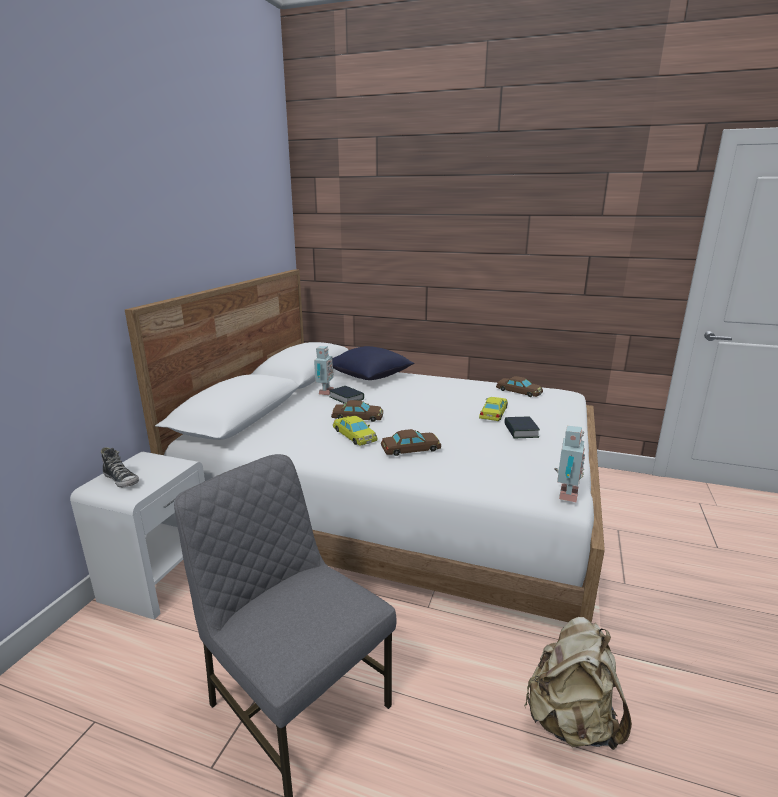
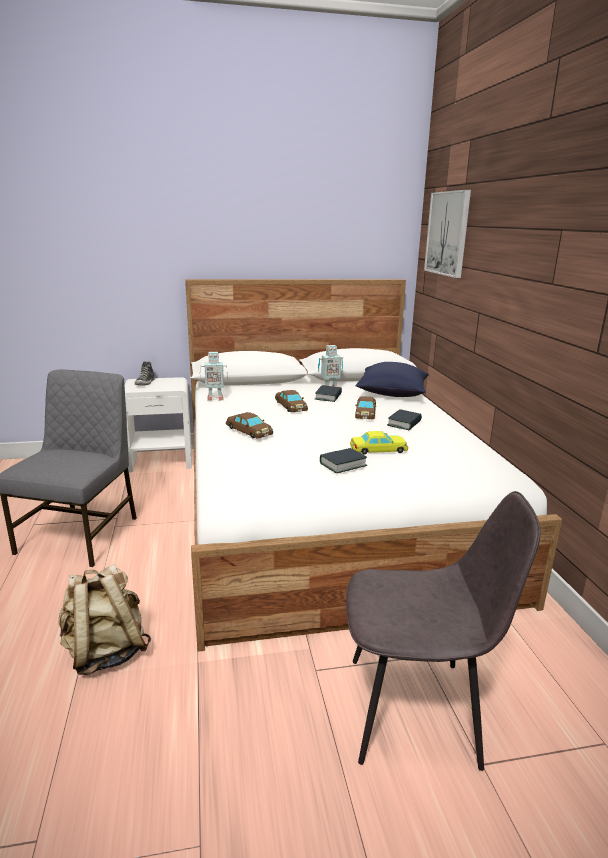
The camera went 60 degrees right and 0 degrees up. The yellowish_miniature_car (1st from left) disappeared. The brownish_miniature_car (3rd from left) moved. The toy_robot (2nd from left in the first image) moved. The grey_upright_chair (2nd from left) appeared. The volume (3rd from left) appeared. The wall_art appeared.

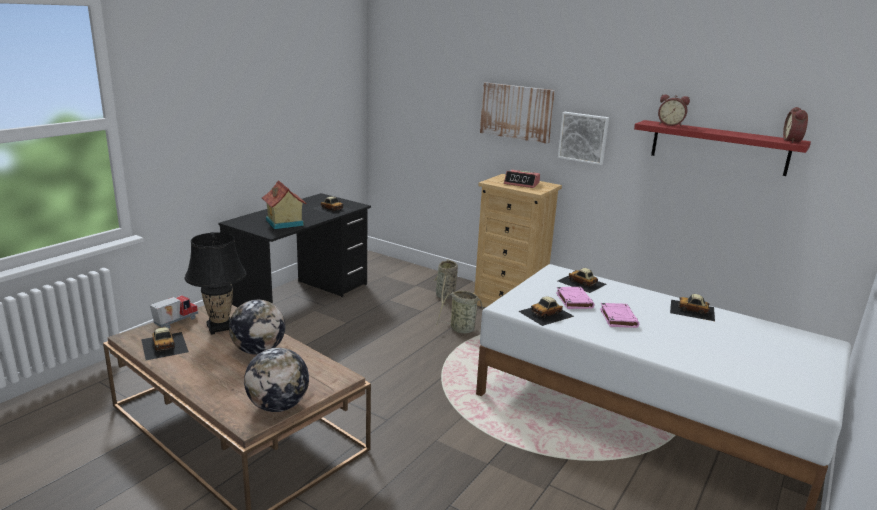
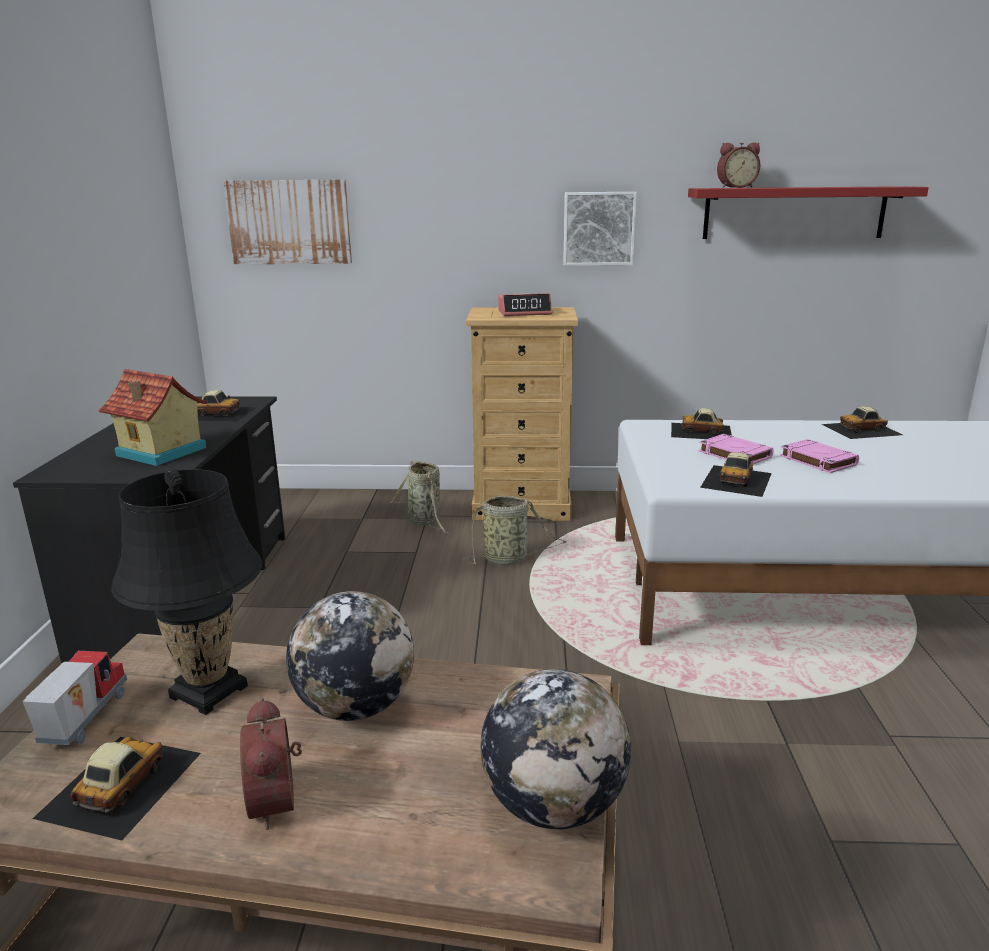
The camera went 30 degrees left and 0 degrees up. The miniature_car (1st from left) turned 105 degrees counterclockwise. The wall_art (1st from left) moved. The alarm_clock (3rd from left in the first image) moved.

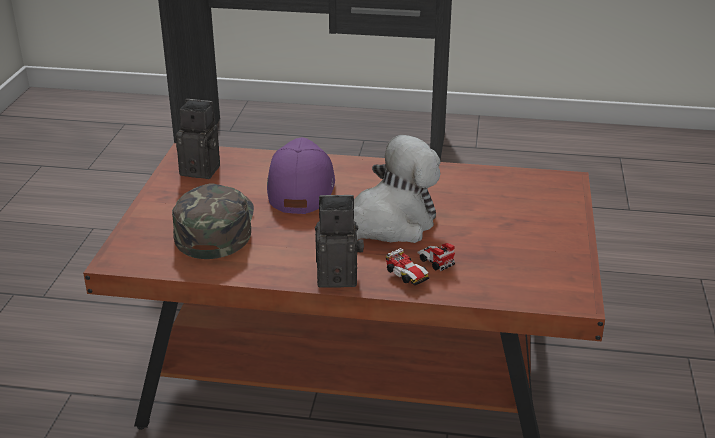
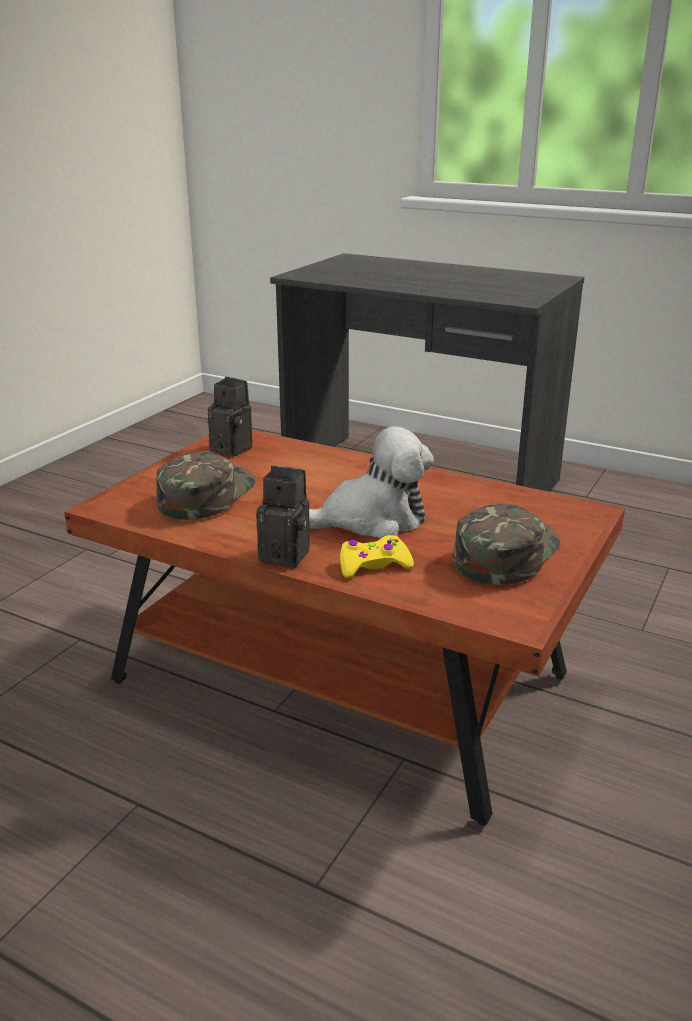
The camera went 20 degrees right and 5 degrees down. The purplish_baseball_cap disappeared. The miniature_car was replaced by the yellowish_game_controller. The green-coloured_baseball_cap (2nd from left) appeared.

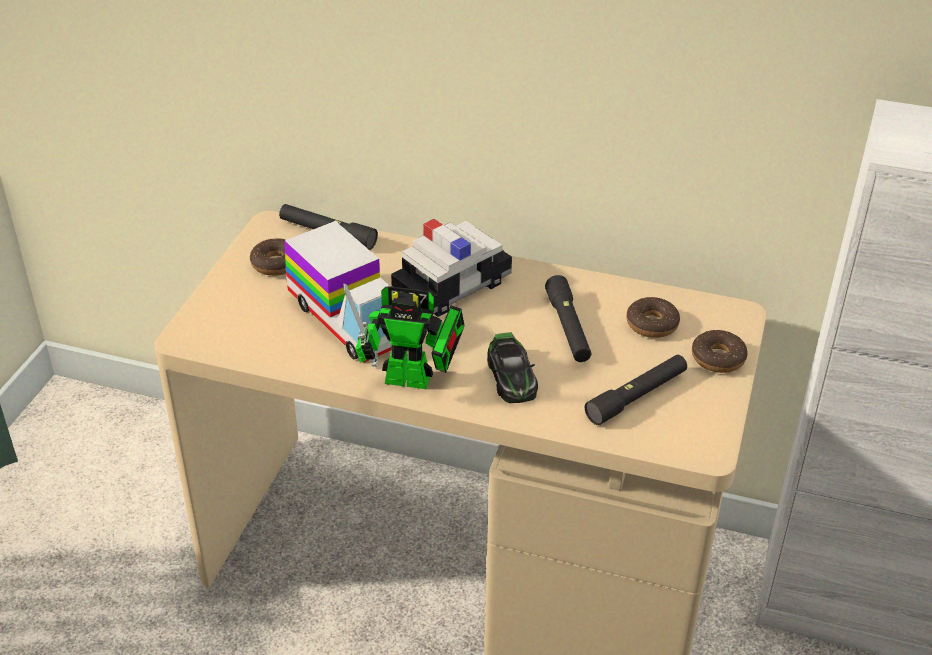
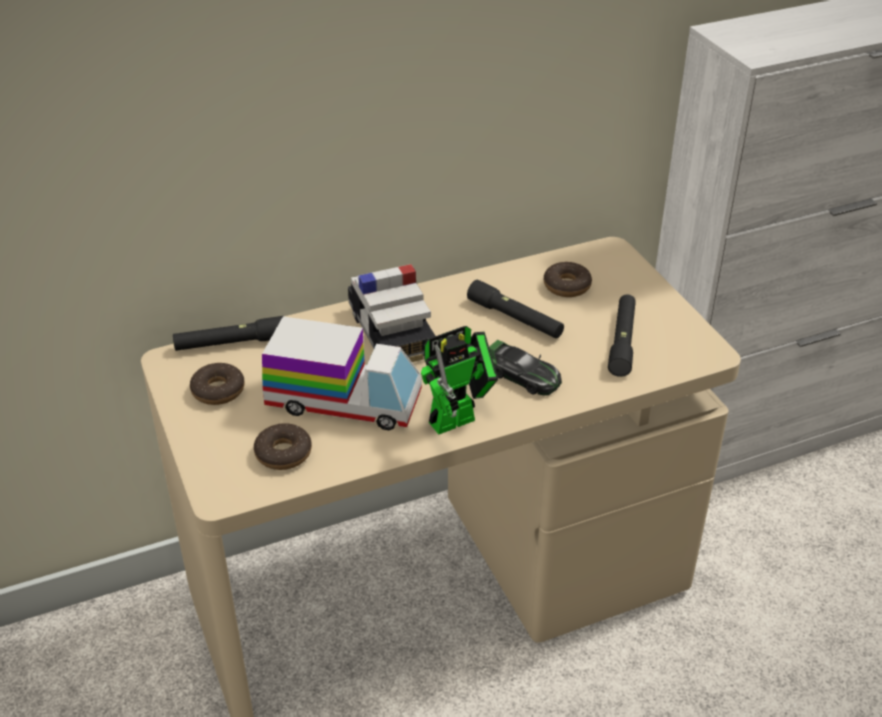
The camera went 40 degrees left and 0 degrees up. The miniature_car (1st from left) turned 150 degrees clockwise. The doughnut (3rd from left in the first image) moved.

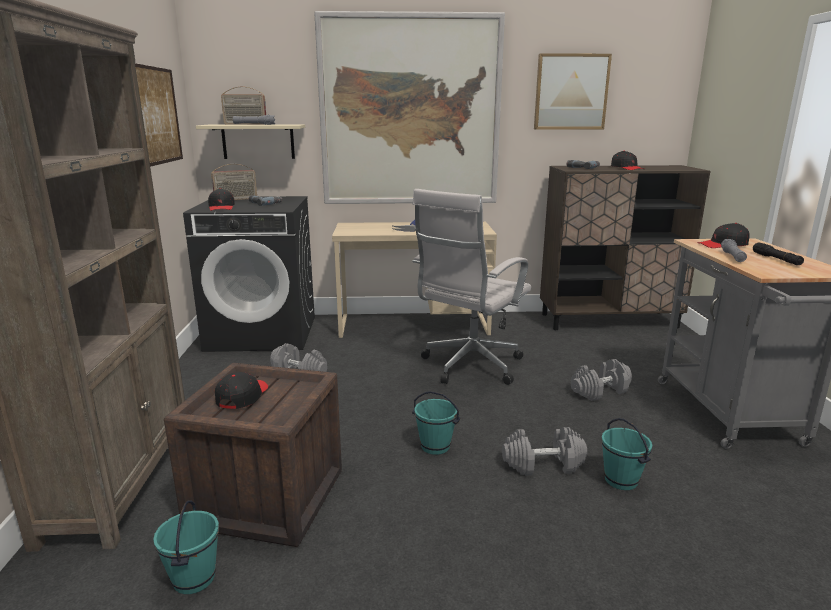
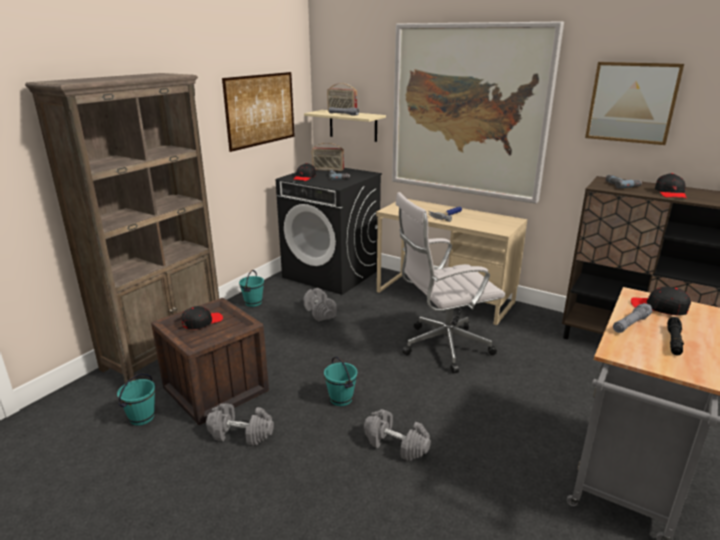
The camera went 35 degrees right and 5 degrees up. The grey_dumbbell (3rd from left in the first image) moved. The turquoise-coloured_bucket (3rd from left in the first image) moved.

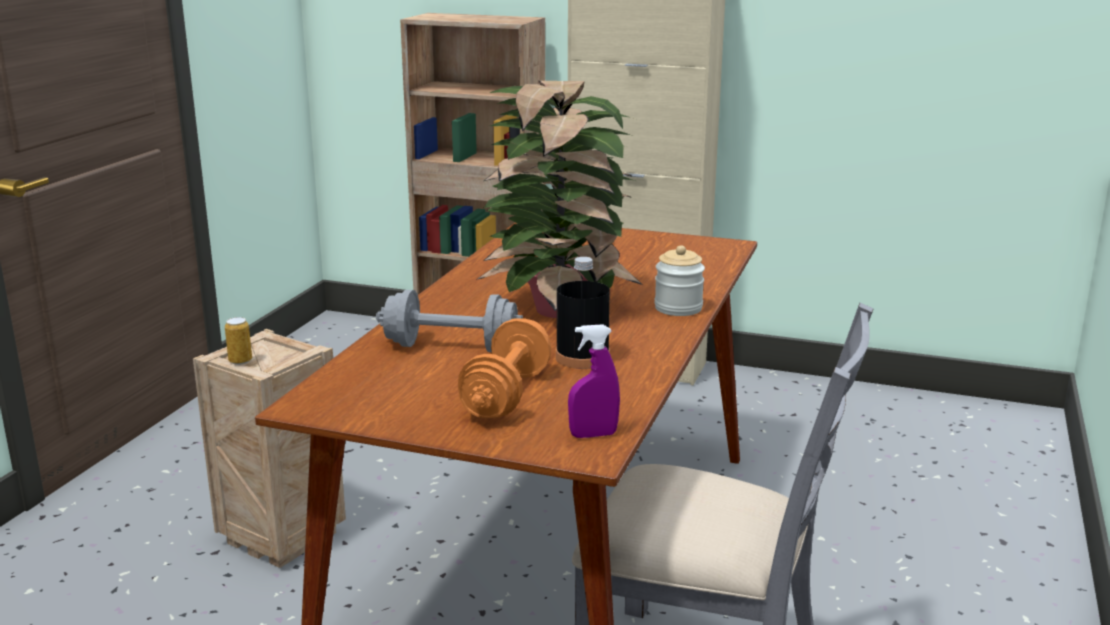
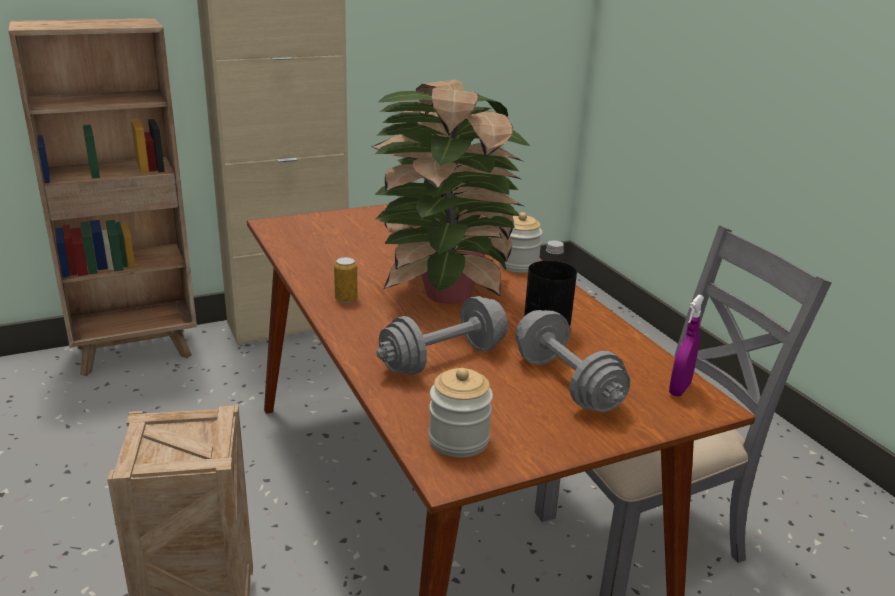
The camera went 45 degrees left and 5 degrees up. The can moved. The orange-coloured_dumbbell became the grey_dumbbell (2nd from left). The storage_jar (1st from left) appeared.

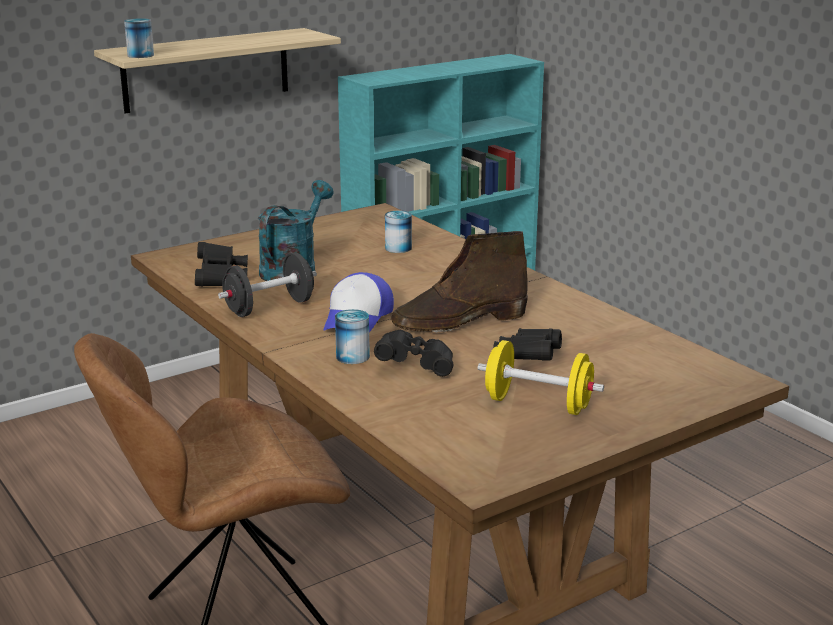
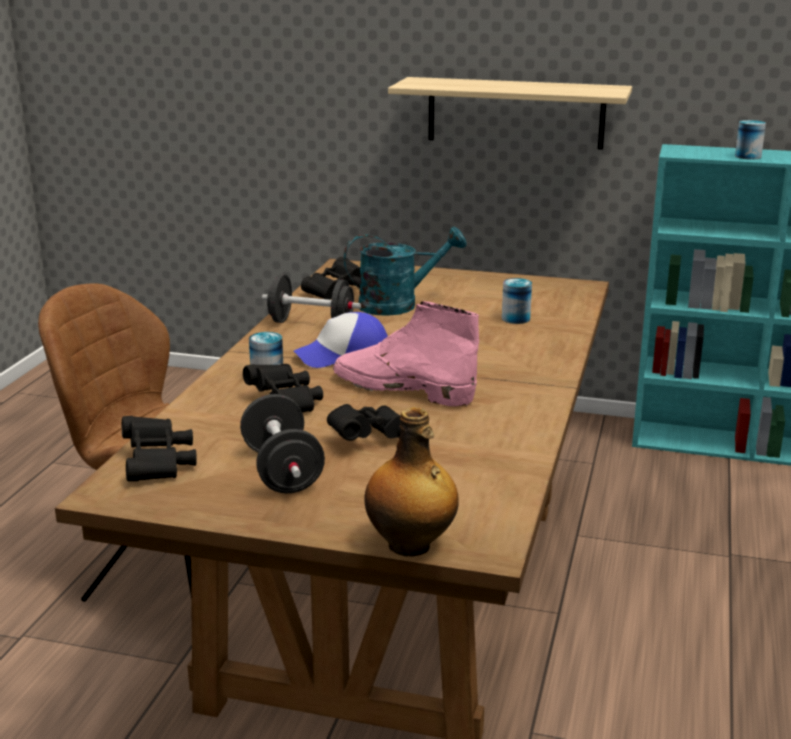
The camera went 50 degrees right and 0 degrees up. The can (1st from left in the first image) moved. The brownish_boot became the pinkish_boot. The yellowish_dumbbell became the black_dumbbell (1st from left). The black_field_glasses (1st from left) appeared. The beverage_bottle appeared.

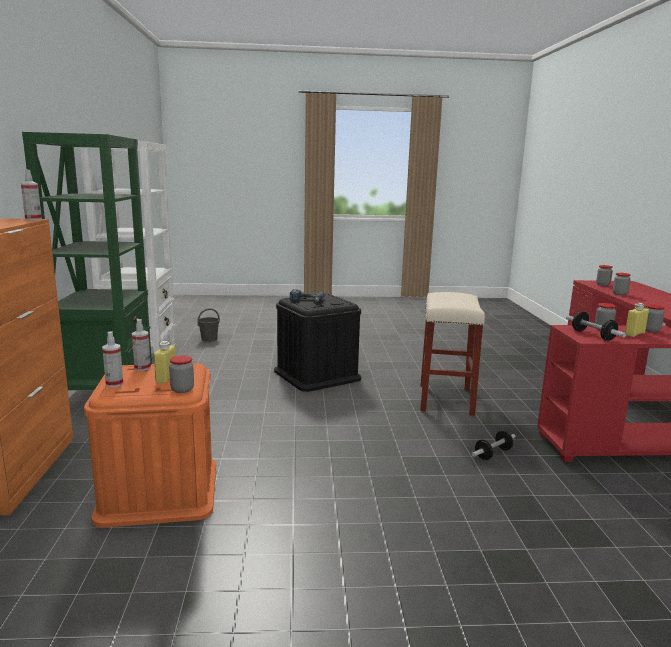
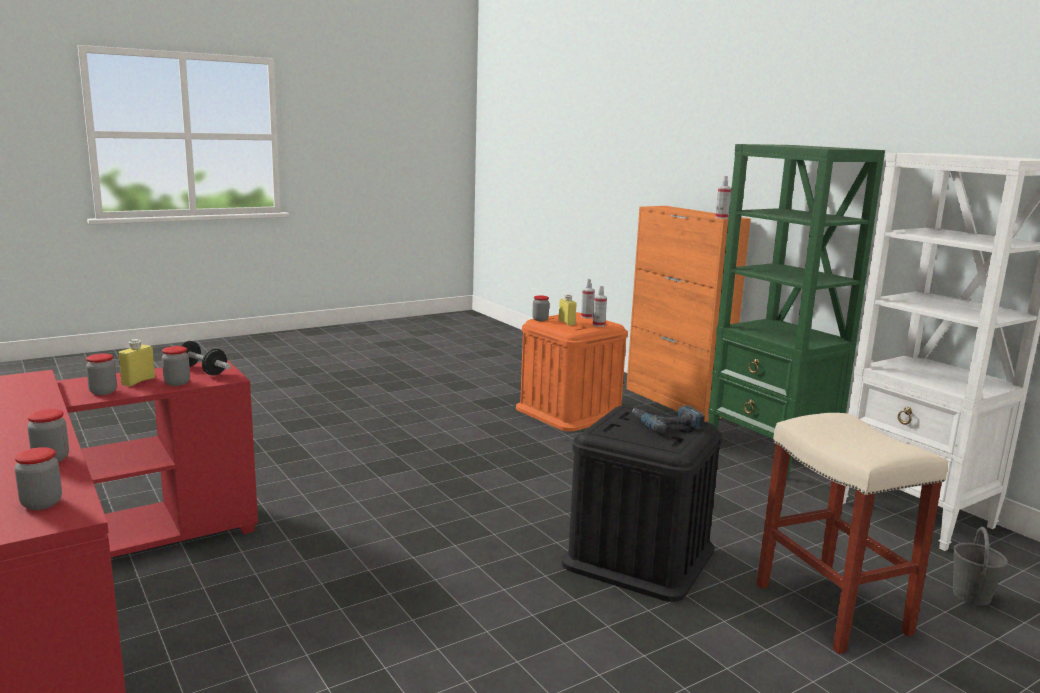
The camera went 150 degrees right and 0 degrees up. The beige-coloured_stool_seat moved. The dumbbell (1st from left) disappeared.

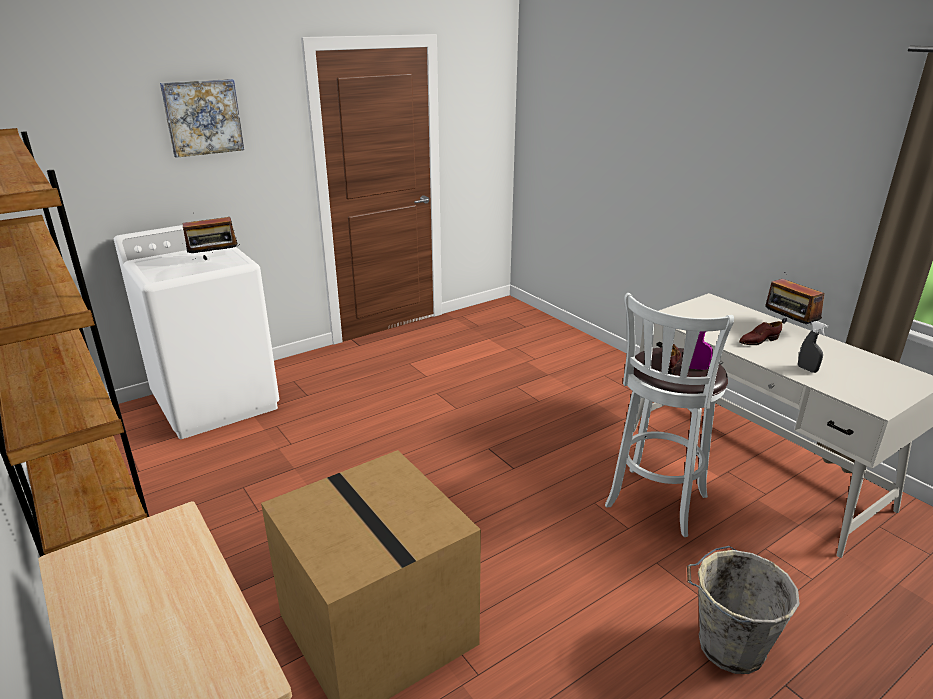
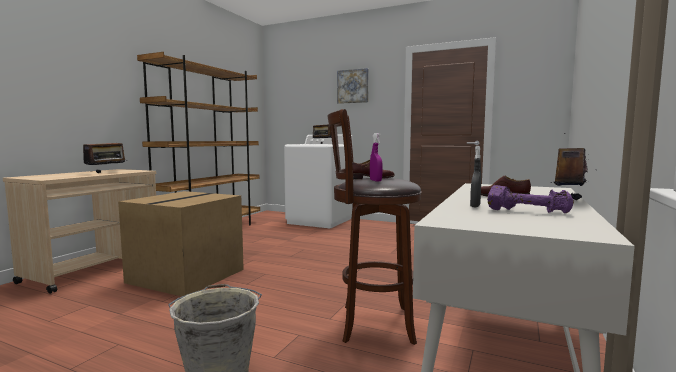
The camera went 60 degrees right and 20 degrees down. The whitish_stool_seat became the brownish_stool_seat. The radio_set (1st from left) appeared. The purplish_dumbbell appeared.

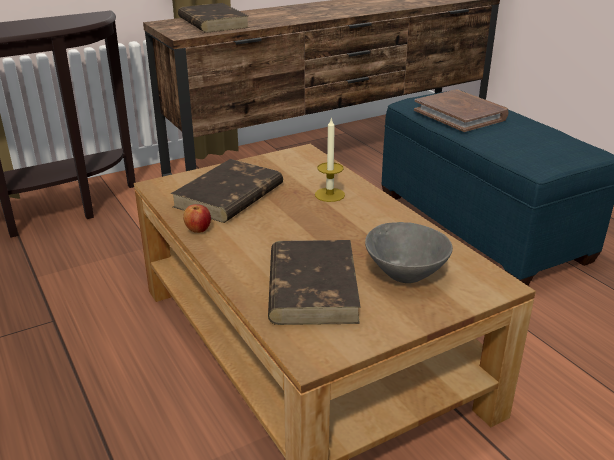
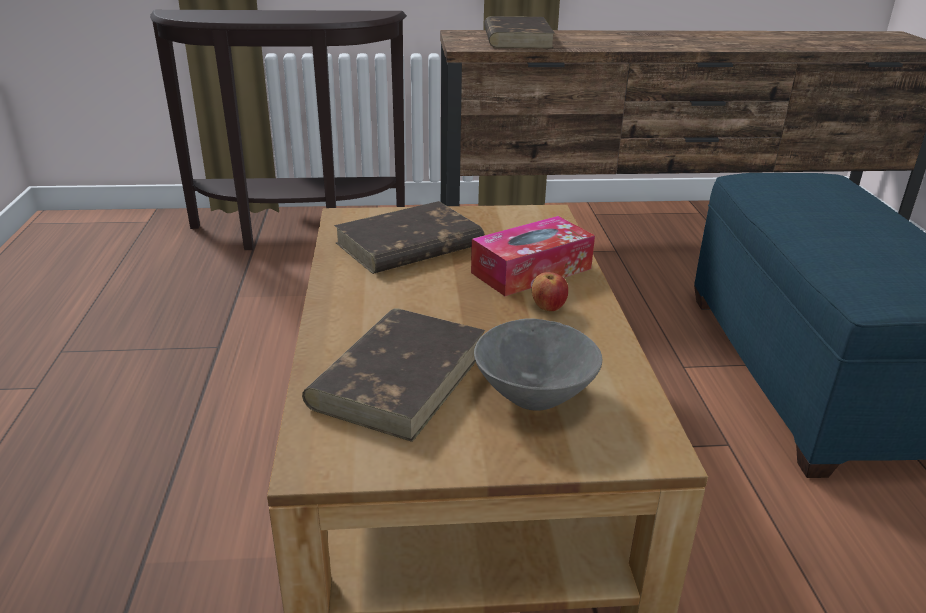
The camera went 25 degrees right and 0 degrees up. The apple_fruit moved. The wax_light was replaced by the box_of_tissues. The brownish_volume (4th from left) disappeared.

